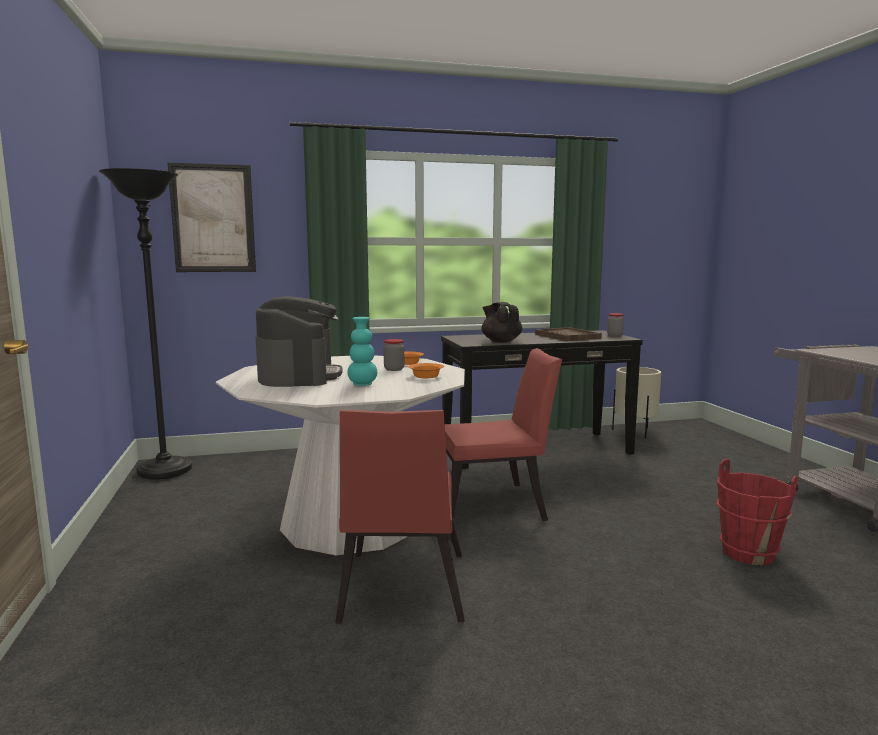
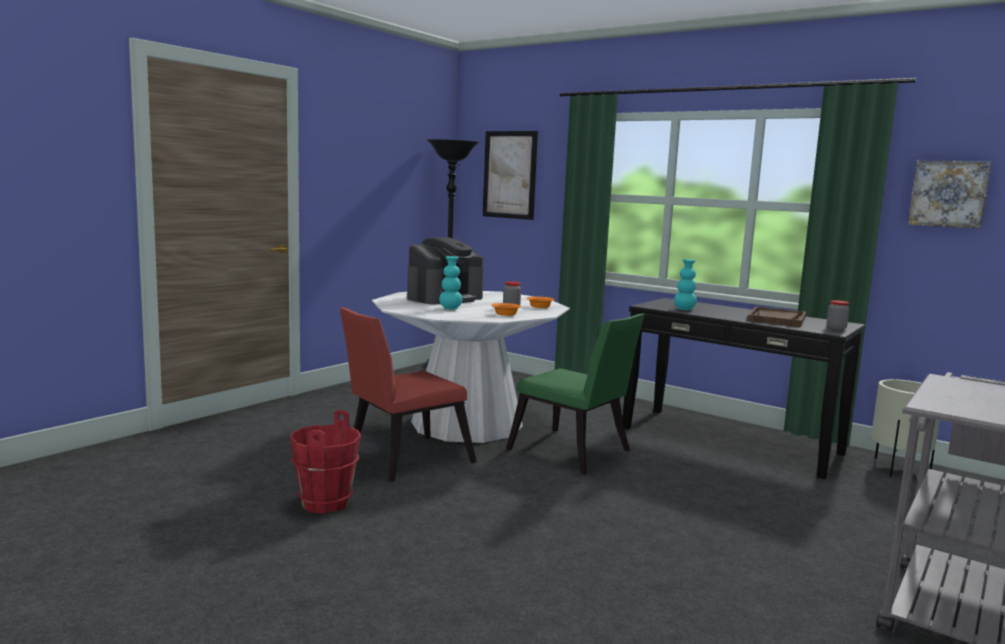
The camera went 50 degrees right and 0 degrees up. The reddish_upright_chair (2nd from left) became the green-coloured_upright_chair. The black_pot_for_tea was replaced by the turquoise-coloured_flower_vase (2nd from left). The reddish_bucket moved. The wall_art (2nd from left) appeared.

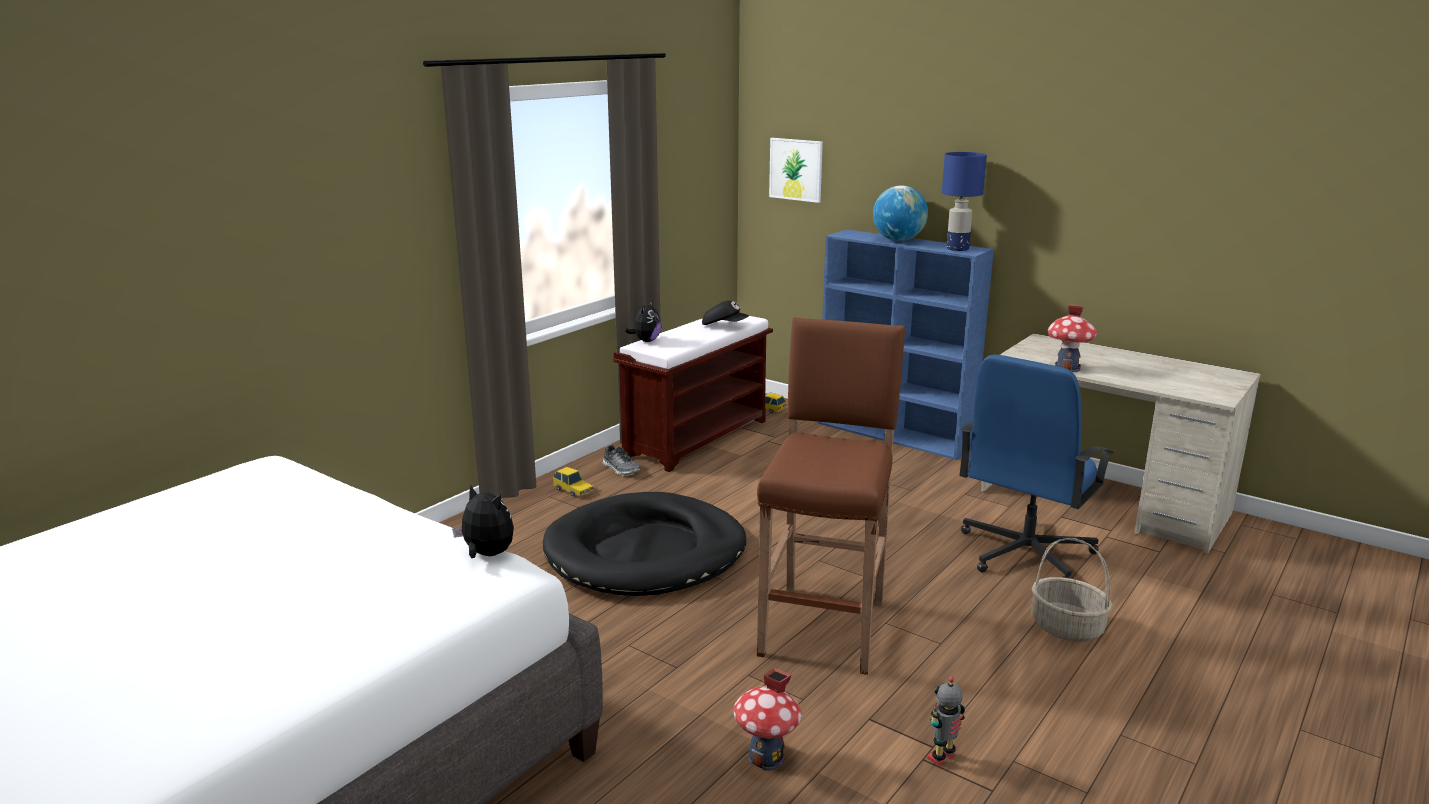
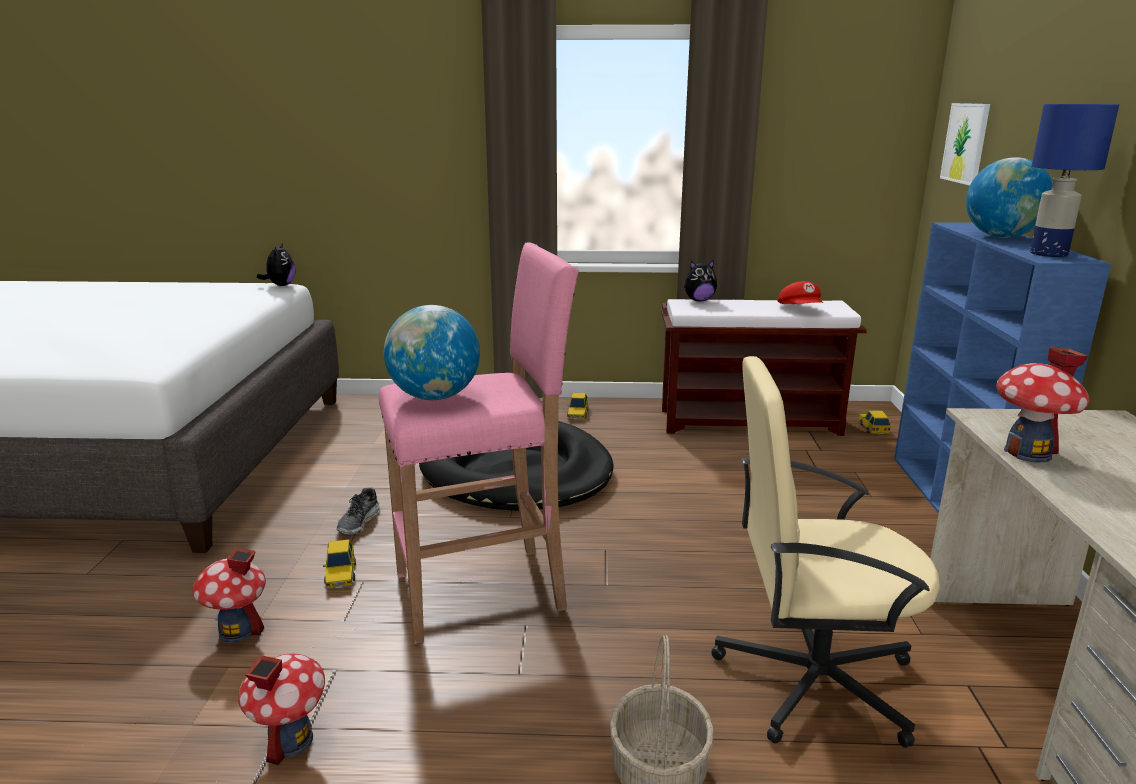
The camera went 55 degrees right and 0 degrees up. The plush_toy (1st from left) moved. The shoe moved. The black_baseball_cap became the reddish_baseball_cap. The brownish_stool_seat became the pinkish_stool_seat. The toy_robot was replaced by the miniature_house (2nd from left). The bluish_office_chair became the beige-coloured_office_chair. The miniature_car (1st from left) appeared. The desk_globe (1st from left) appeared.

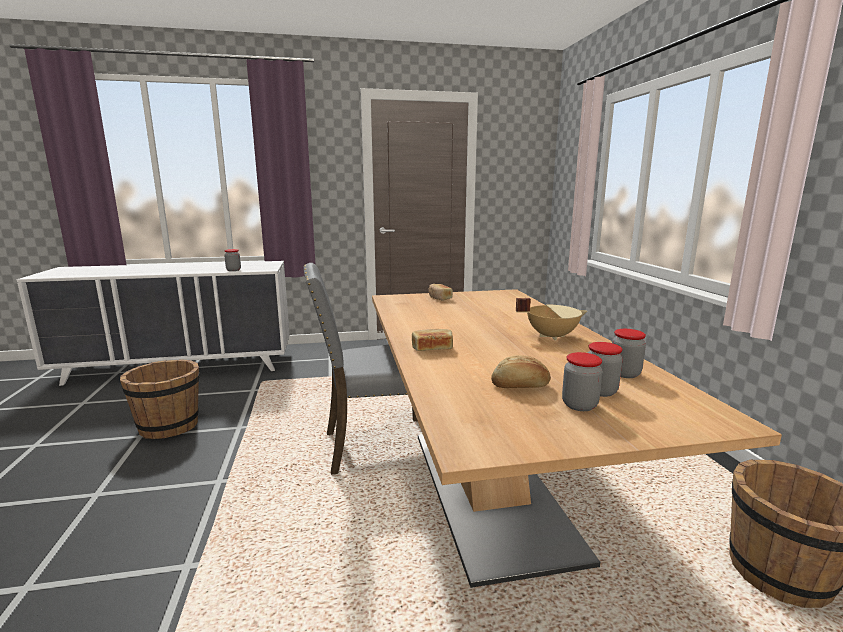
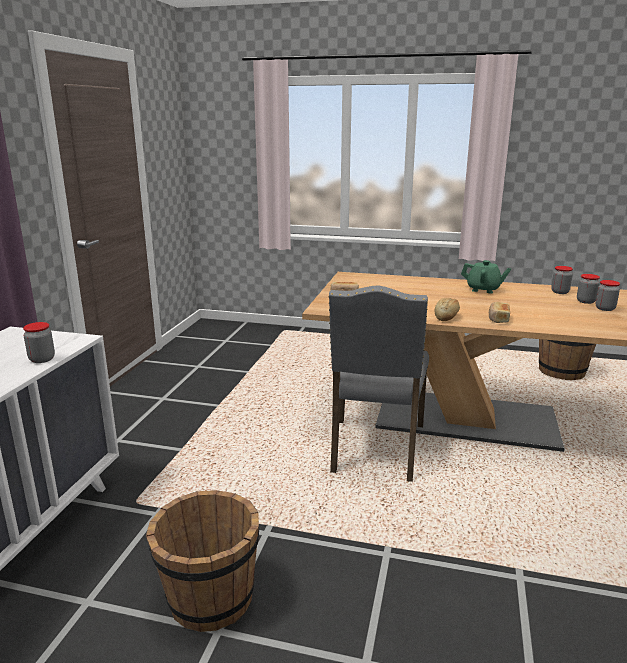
The camera went 65 degrees left and 5 degrees up. The bread (3rd from left in the first image) moved. The beige-coloured_stockpot was replaced by the green-coloured_pot_for_tea.

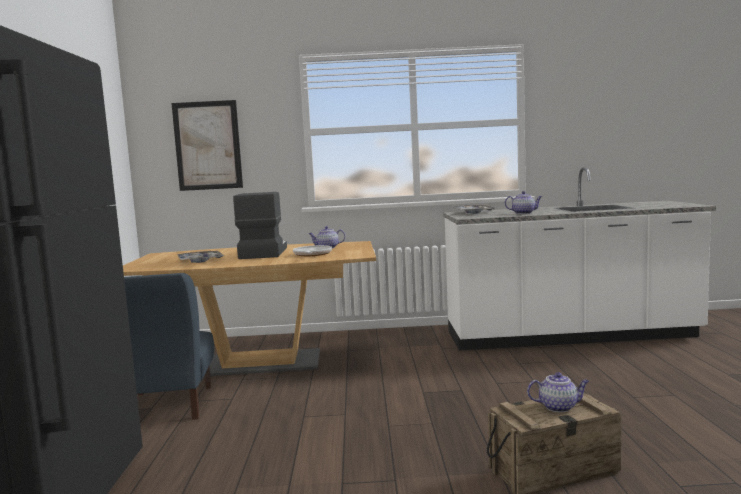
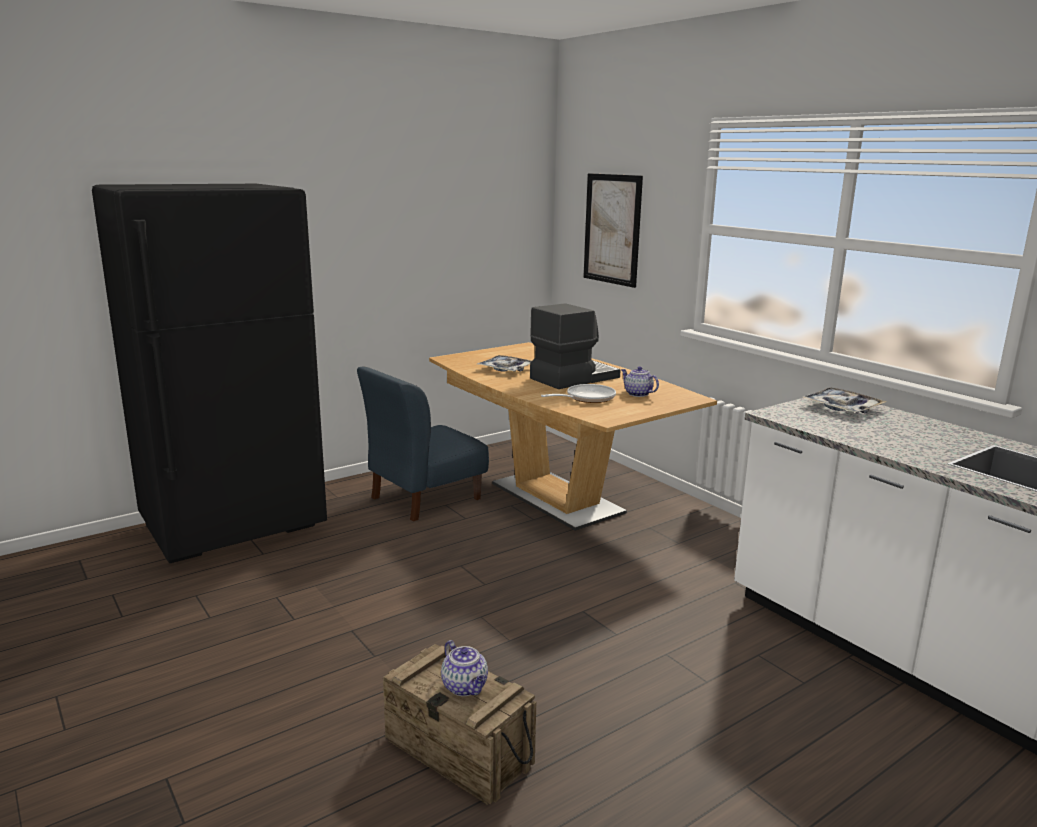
The camera went 55 degrees right and 10 degrees up. The pot_for_tea (2nd from left) disappeared.

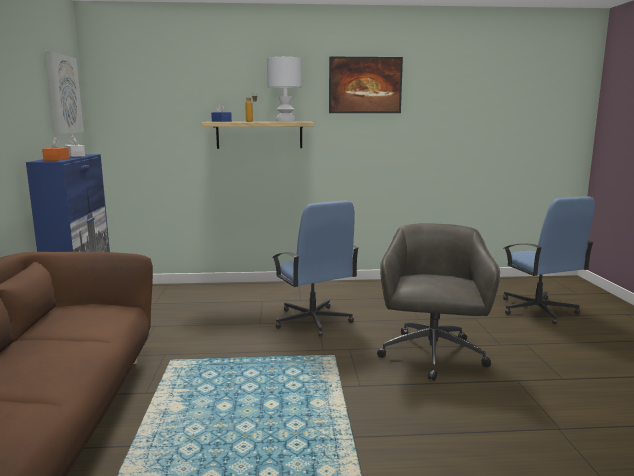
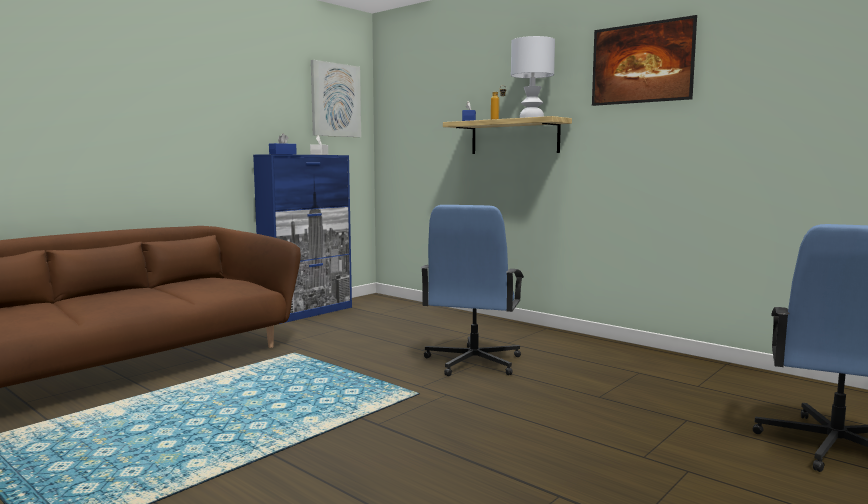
The camera went 45 degrees right and 5 degrees down. The orange-coloured_box_of_tissues became the bluish_box_of_tissues (1st from left). The grey_office_chair disappeared.

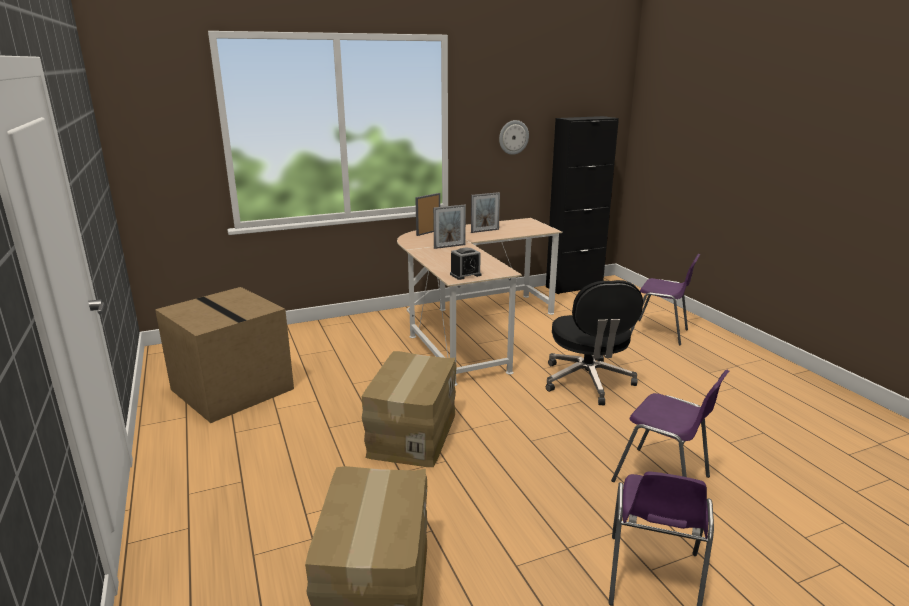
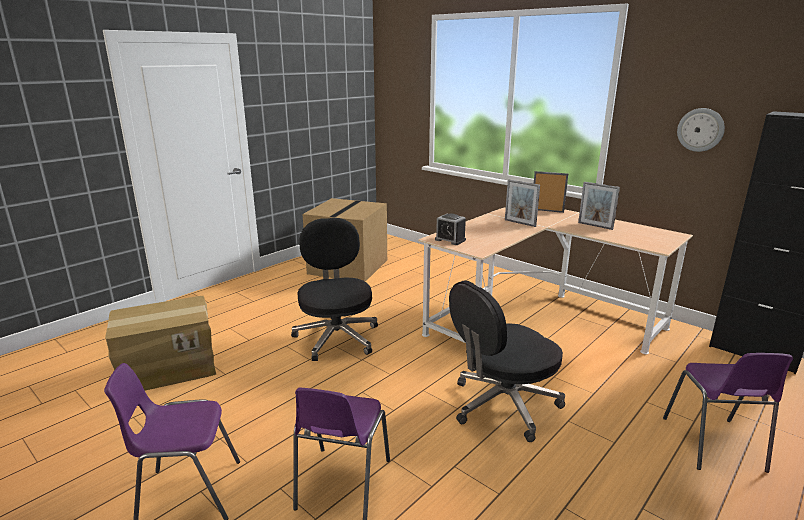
The camera went 65 degrees right and 0 degrees up. The carton (3rd from left) was replaced by the black_office_chair (1st from left).

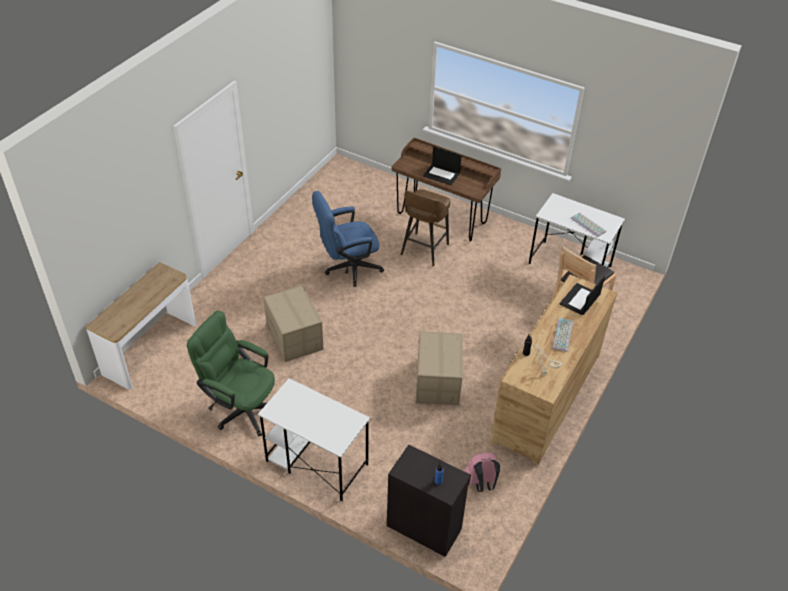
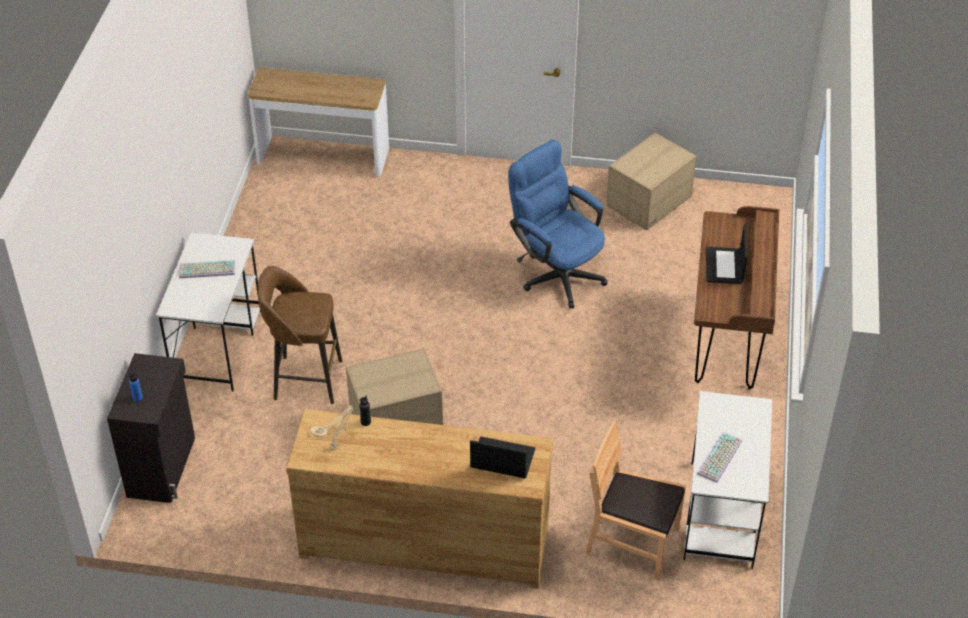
The camera went 70 degrees right and 0 degrees up. The green-coloured_office_chair disappeared. The carton (1st from left in the first image) moved. The brownish_stool_seat moved. The pinkish_rucksack disappeared. The computer_keyboard (1st from left) moved.

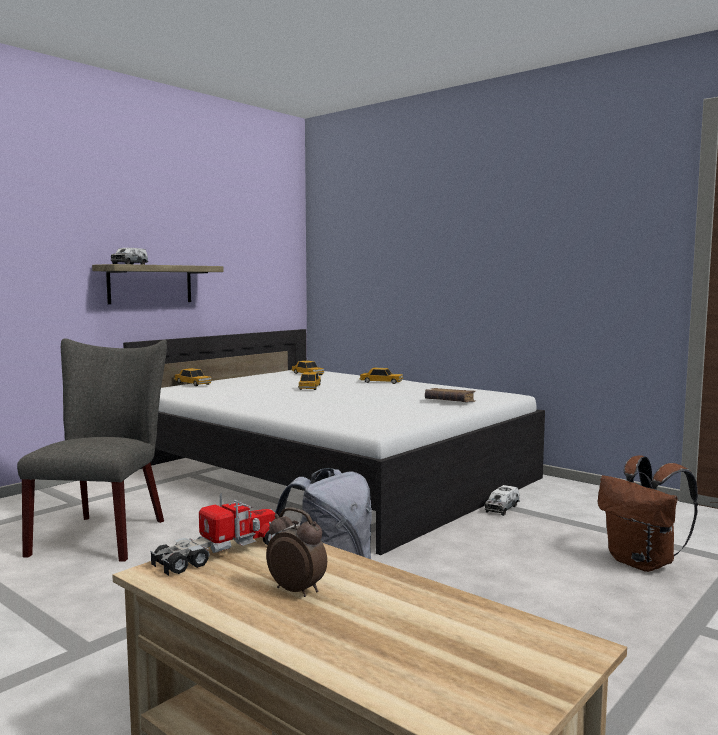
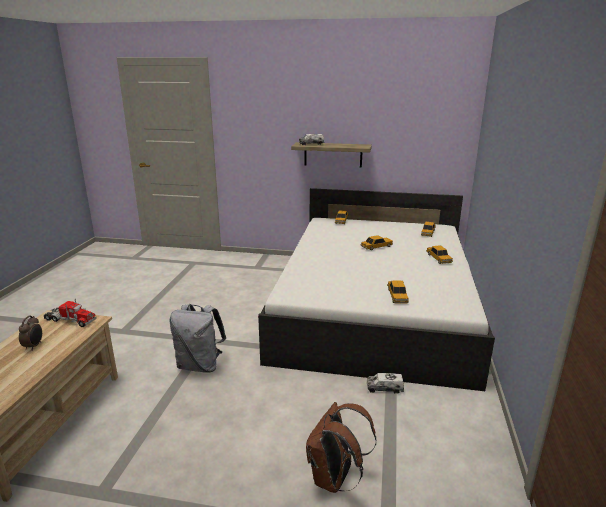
The camera went 60 degrees right and 15 degrees up. The grey_upright_chair disappeared. The brownish_volume was replaced by the miniature_car (3rd from left).

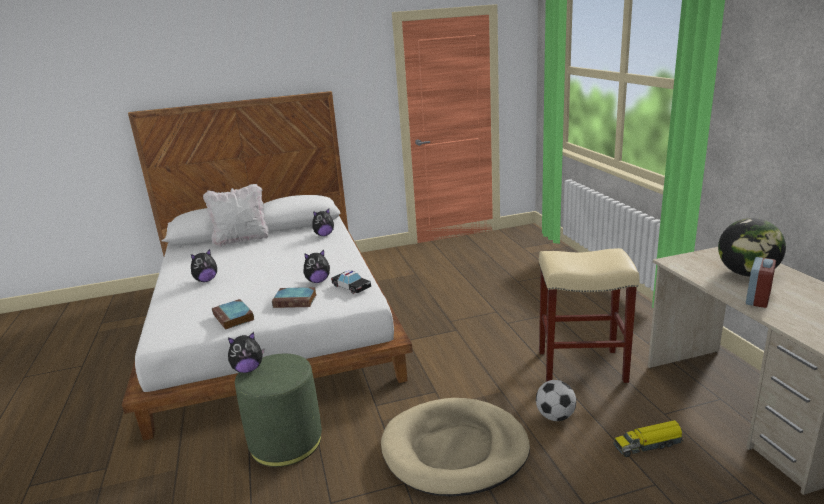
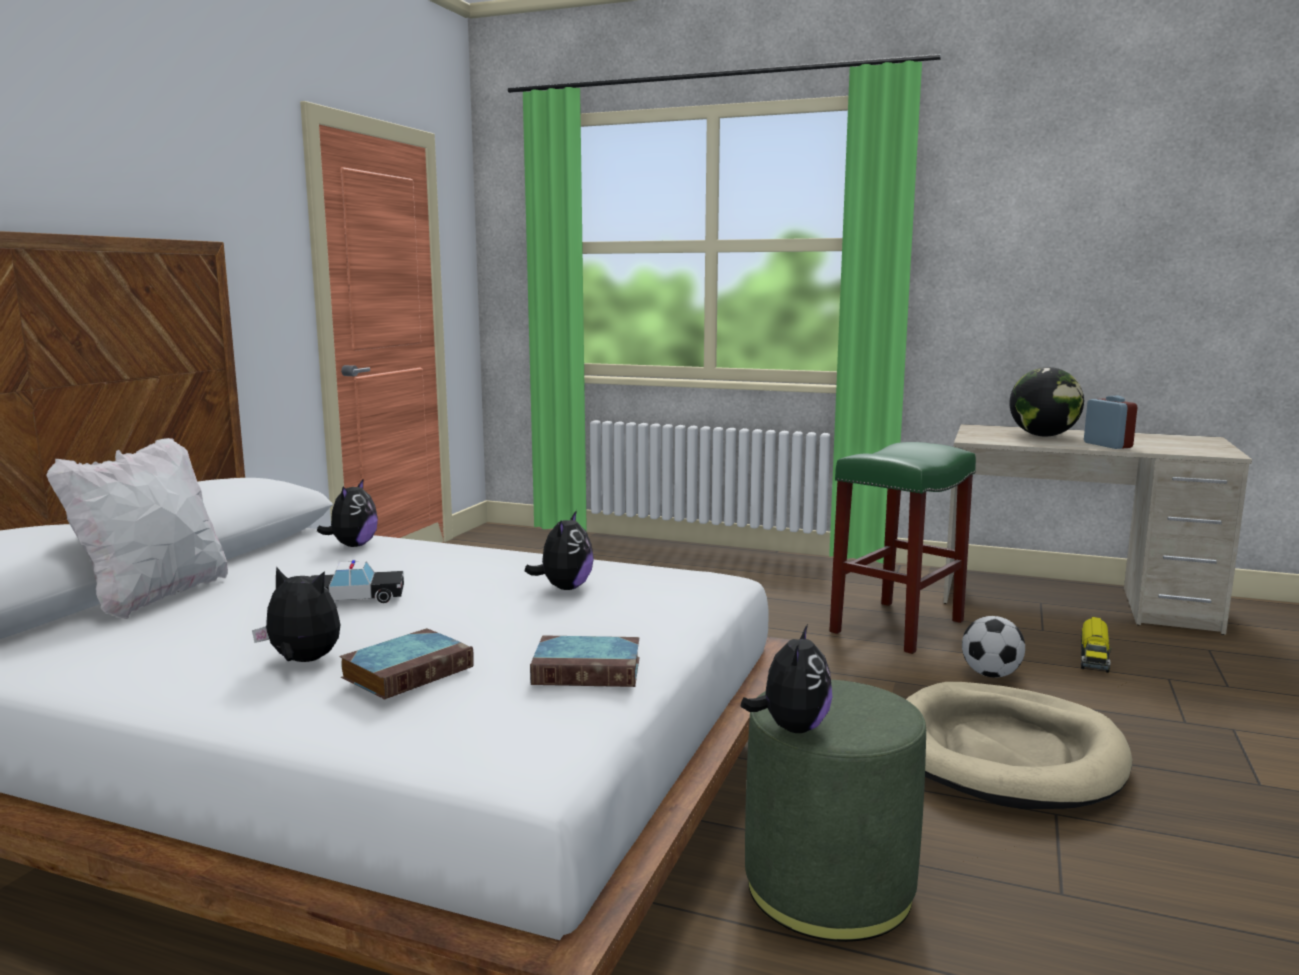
The camera went 55 degrees left and 10 degrees down. The plush_toy (1st from left) turned 75 degrees counterclockwise. The volume (2nd from left in the first image) moved. The miniature_car moved. The beige-coloured_stool_seat became the green-coloured_stool_seat.

